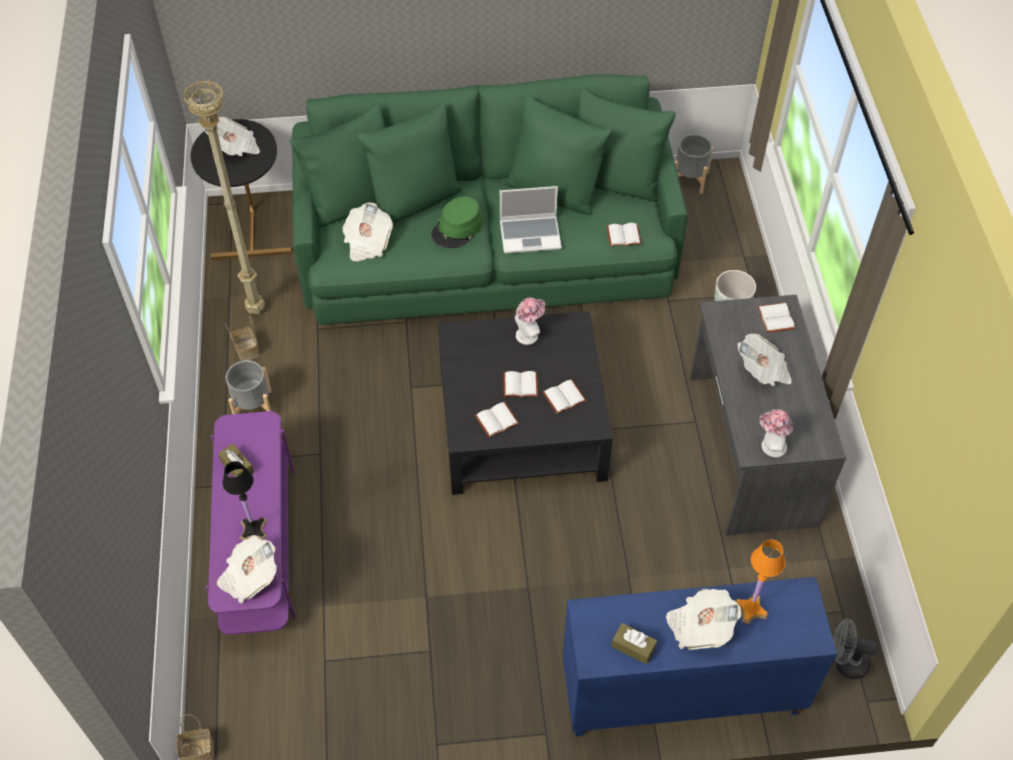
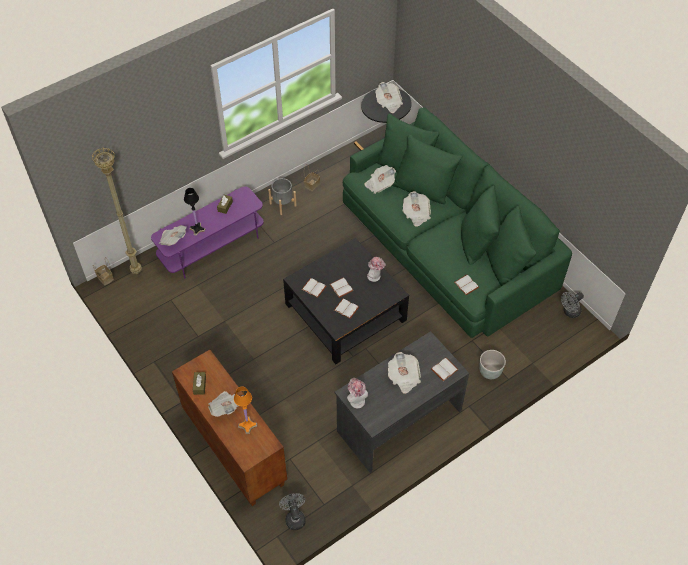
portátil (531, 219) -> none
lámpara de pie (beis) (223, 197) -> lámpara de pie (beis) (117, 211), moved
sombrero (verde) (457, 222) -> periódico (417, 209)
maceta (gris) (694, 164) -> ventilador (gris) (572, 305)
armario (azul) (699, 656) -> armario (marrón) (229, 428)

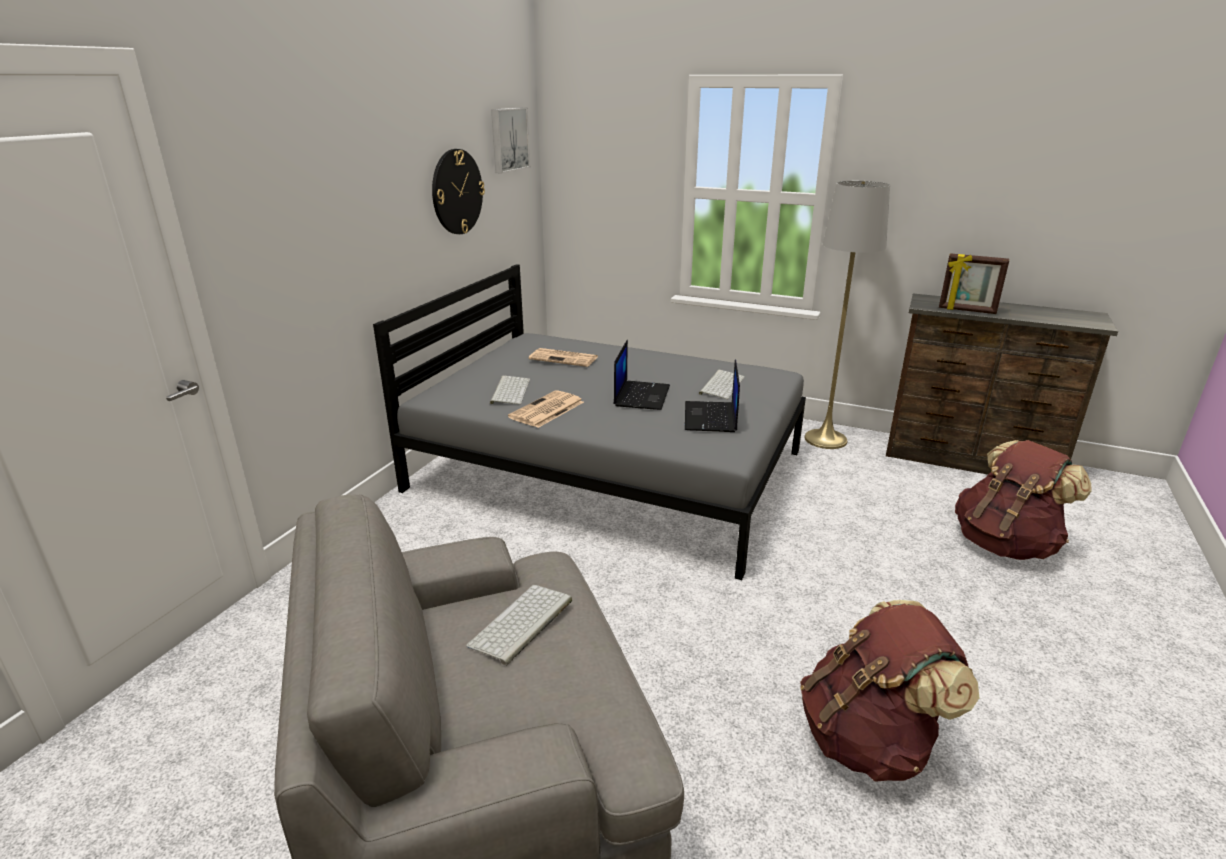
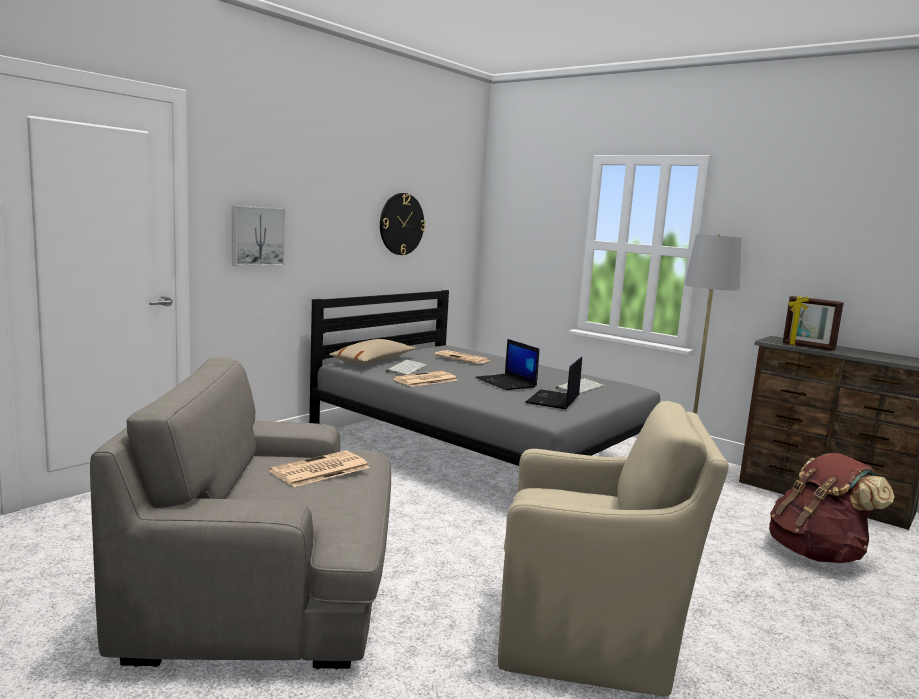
none -> cojín (beis) (372, 351)
cuadro (511, 140) -> cuadro (259, 236), moved
teclado (519, 625) -> periódico (319, 469)
mochila (marrón) (890, 690) -> sillón (beis) (613, 548)
portátil (642, 375) -> portátil (507, 364), 120 degrees clockwise

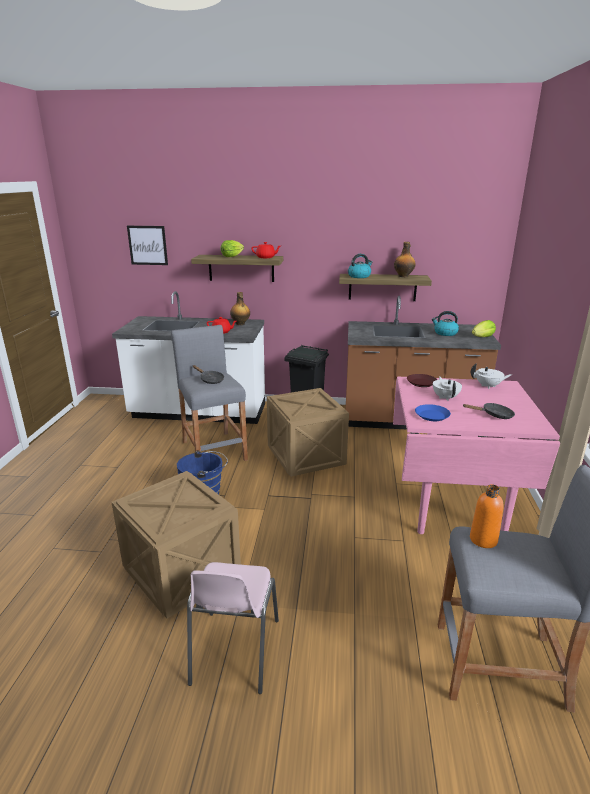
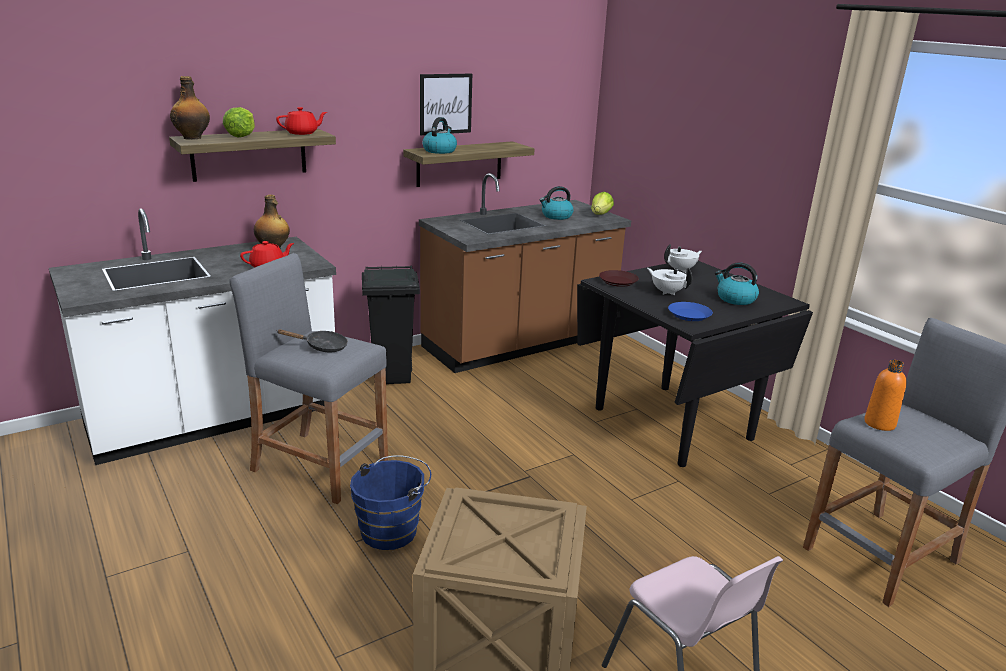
caja de embalaje (308, 432) -> none
cuadro (147, 245) -> cuadro (446, 104), moved
botella (405, 259) -> botella (190, 108), moved
sartén (negro) (489, 411) -> hervidor (737, 283)
mesa de comedor (rosa) (476, 455) -> mesa de comedor (negro) (695, 364)

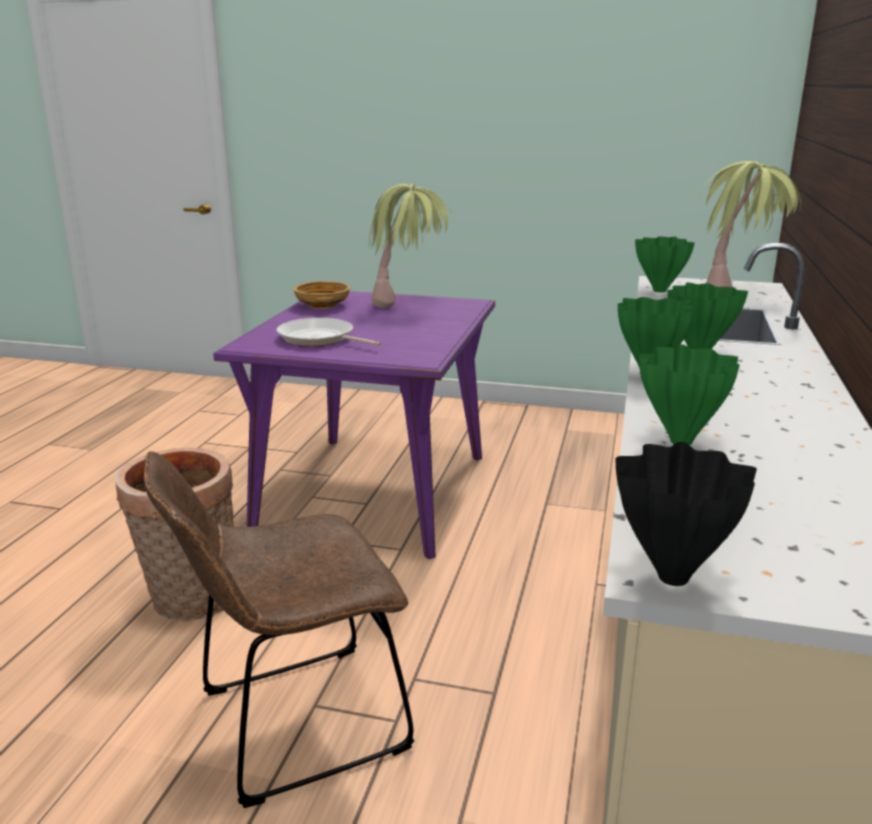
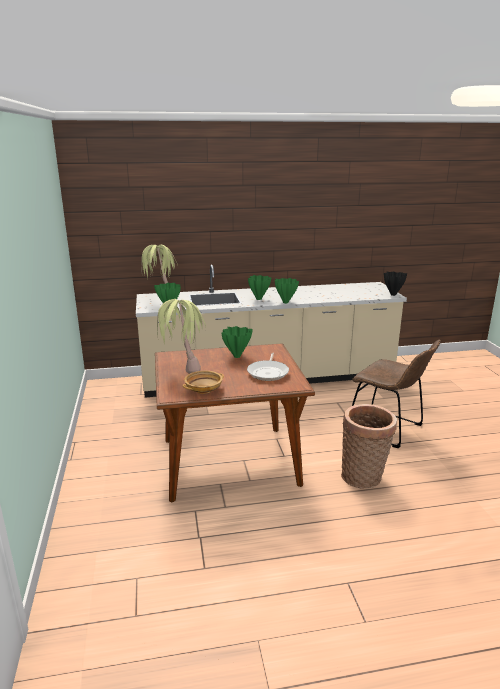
florero (verde) (689, 395) -> florero (verde) (237, 342), moved
mesa de comedor (morado) (354, 425) -> mesa de comedor (marrón) (235, 422)

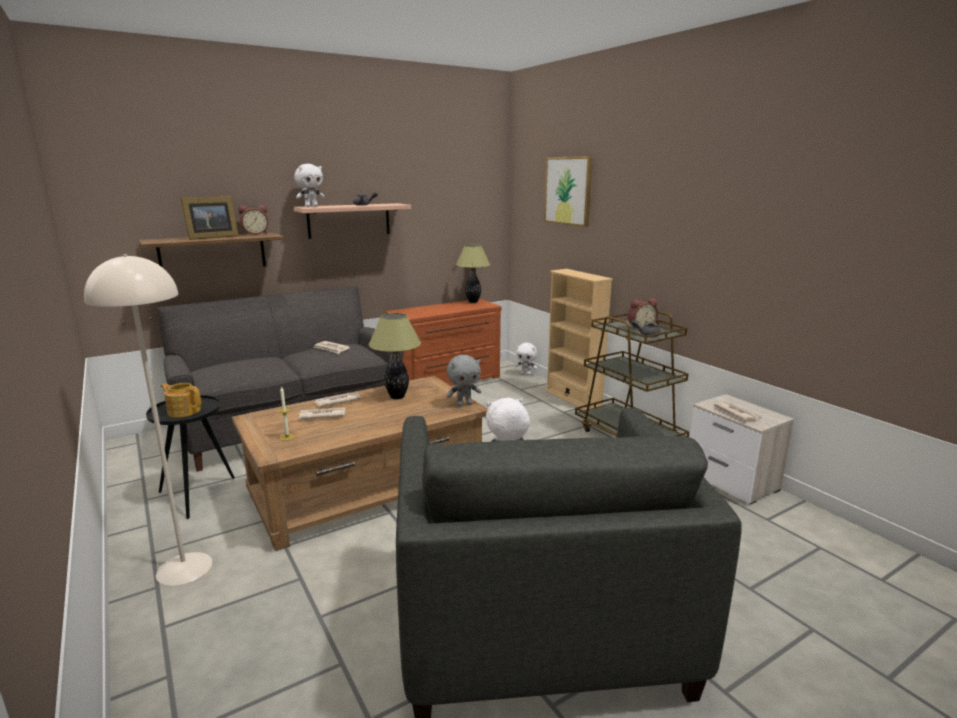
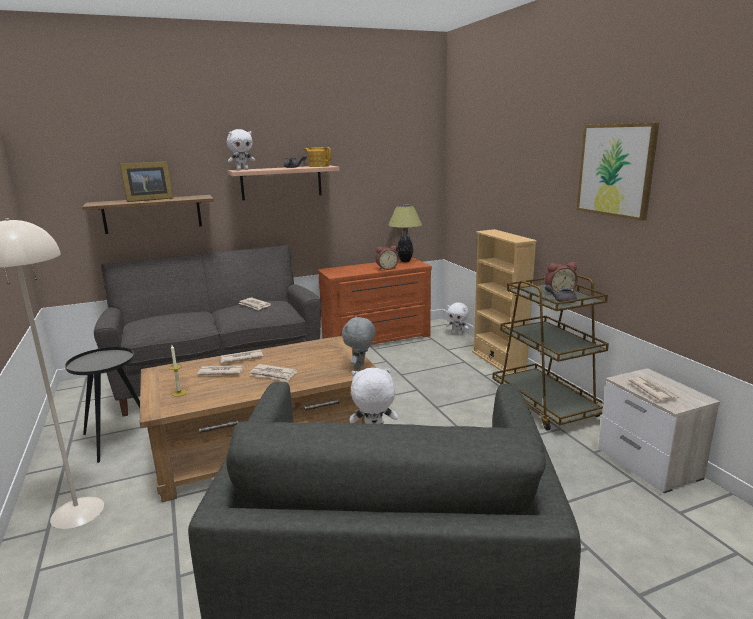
lámpara de mesa (395, 356) -> none
none -> periódico (273, 373)
tetera (181, 400) -> tetera (317, 157), moved
despertador (253, 220) -> despertador (387, 257), moved
cuadro (568, 191) -> cuadro (618, 172), moved
peluche (gris) (463, 381) -> peluche (gris) (359, 343), 120 degrees clockwise

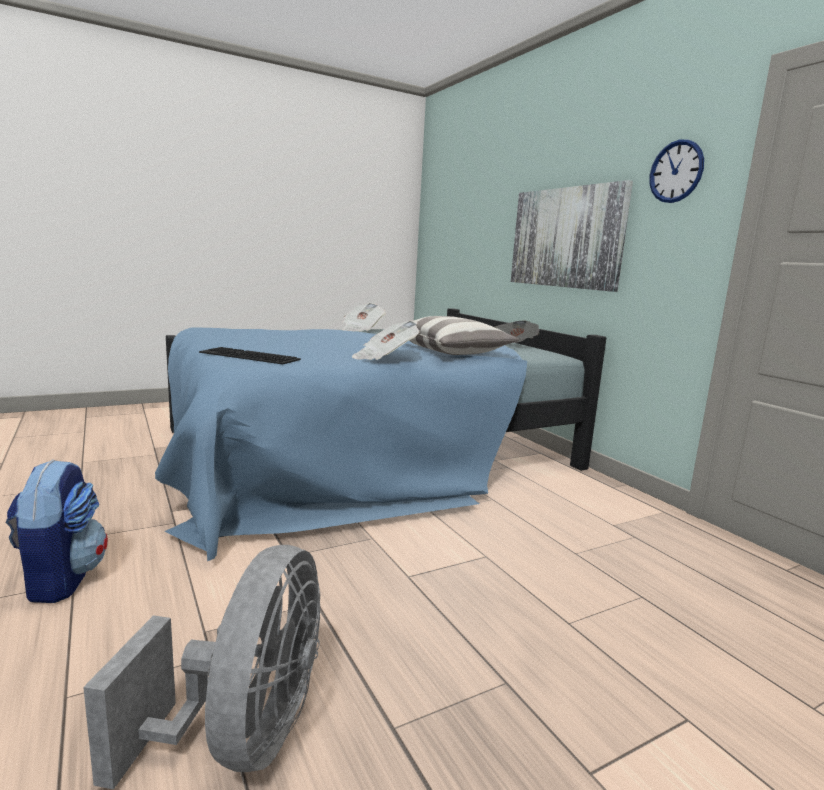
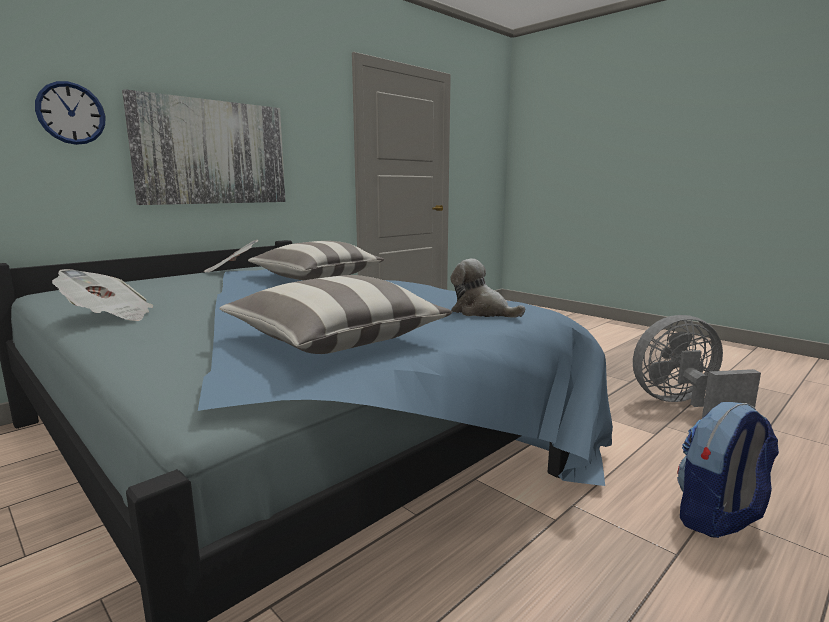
periódico (386, 340) -> none
none -> cojín (336, 314)
reloj de pared (676, 171) -> reloj de pared (70, 113), moved
teclado (250, 355) -> peluche (487, 288)

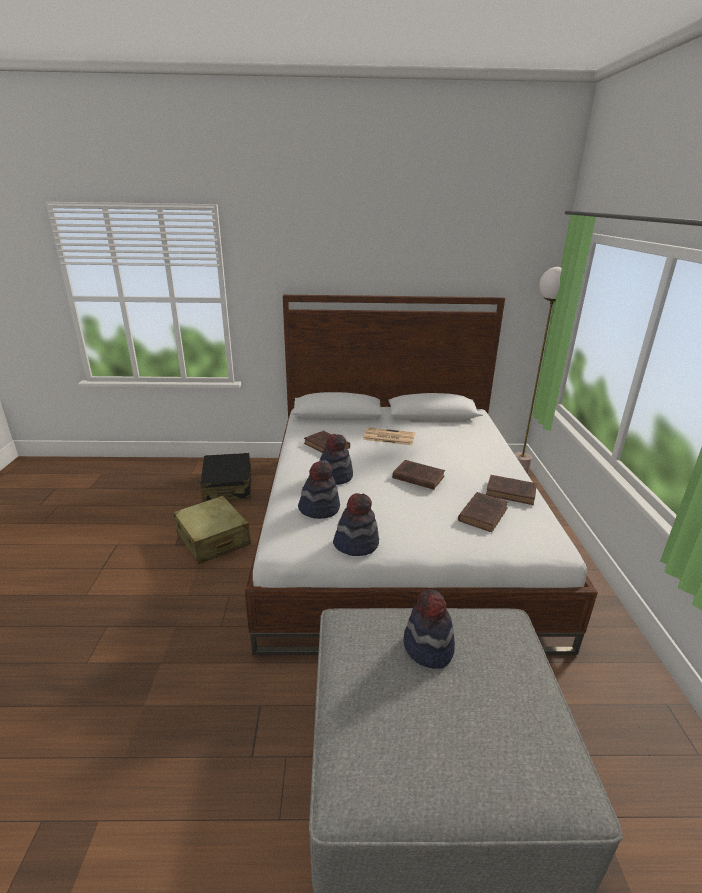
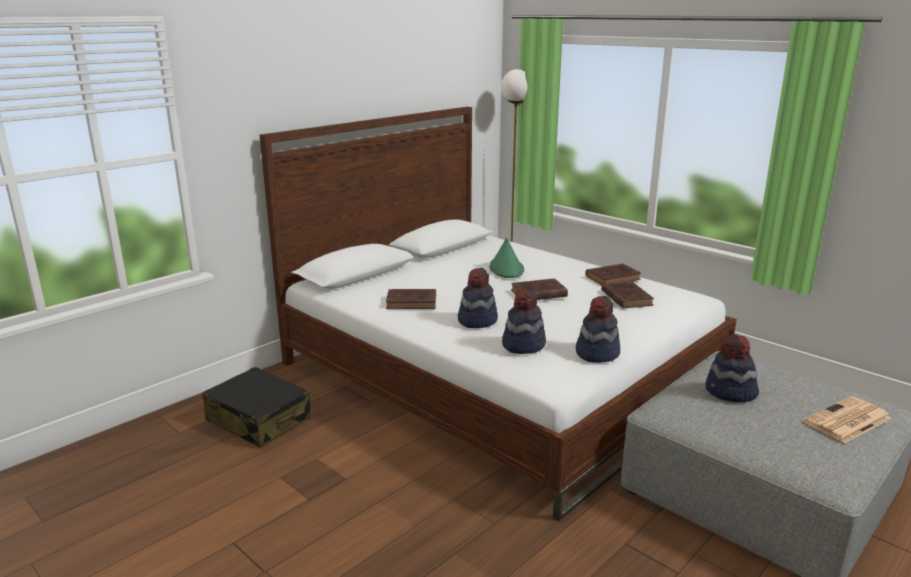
maleta (beis) (212, 530) -> none
none -> sombrero (verde) (506, 258)
periódico (389, 436) -> periódico (847, 419), moved

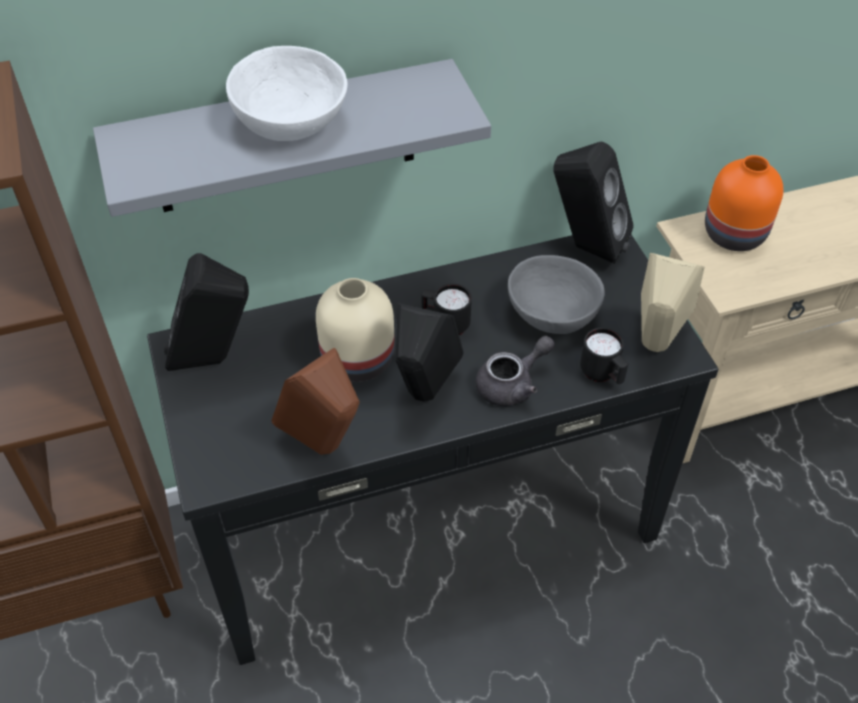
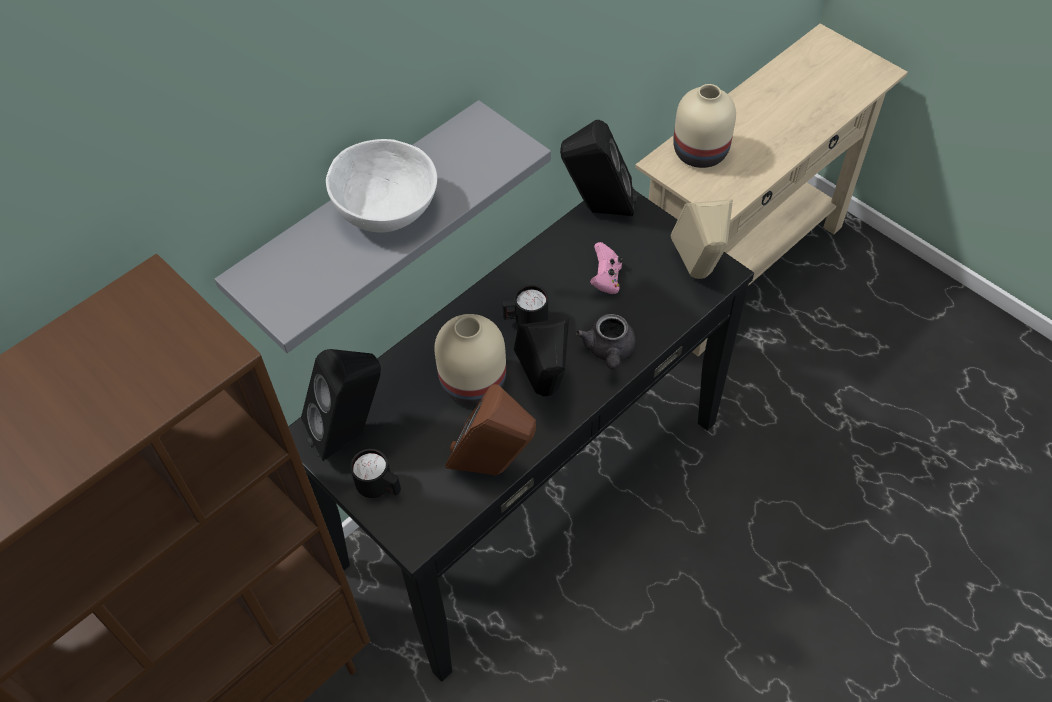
taza grande (negro) (604, 356) -> taza grande (negro) (375, 473), moved
cuenco (gris) (556, 294) -> mando de consola (rosa) (606, 268)
florero (naranja) (744, 203) -> florero (beis) (704, 126)
tetera (gris) (515, 371) -> tetera (gris) (606, 342), 150 degrees clockwise

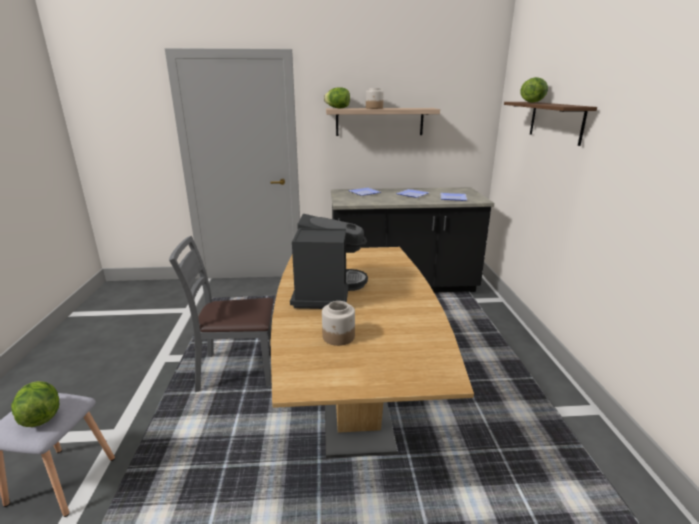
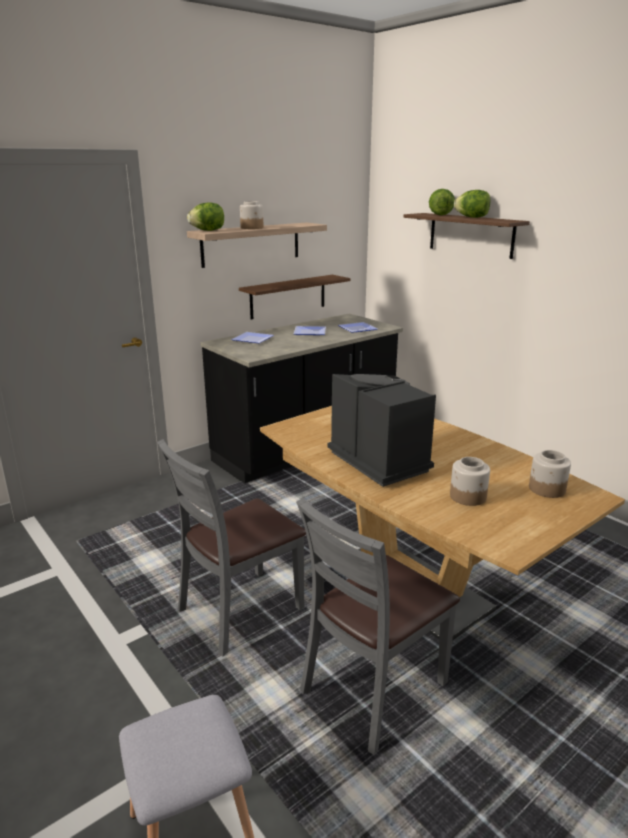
none -> estante (marrón) (295, 297)
none -> silla (gris) (378, 626)
none -> tarro (550, 474)
lechuga (35, 404) -> lechuga (472, 204), moved

